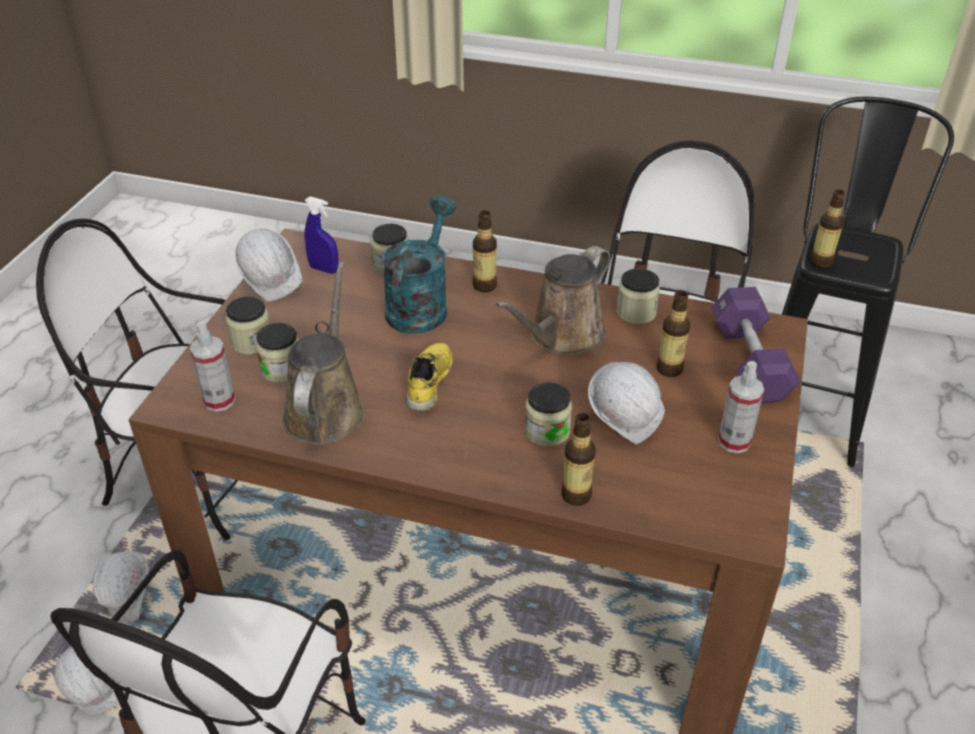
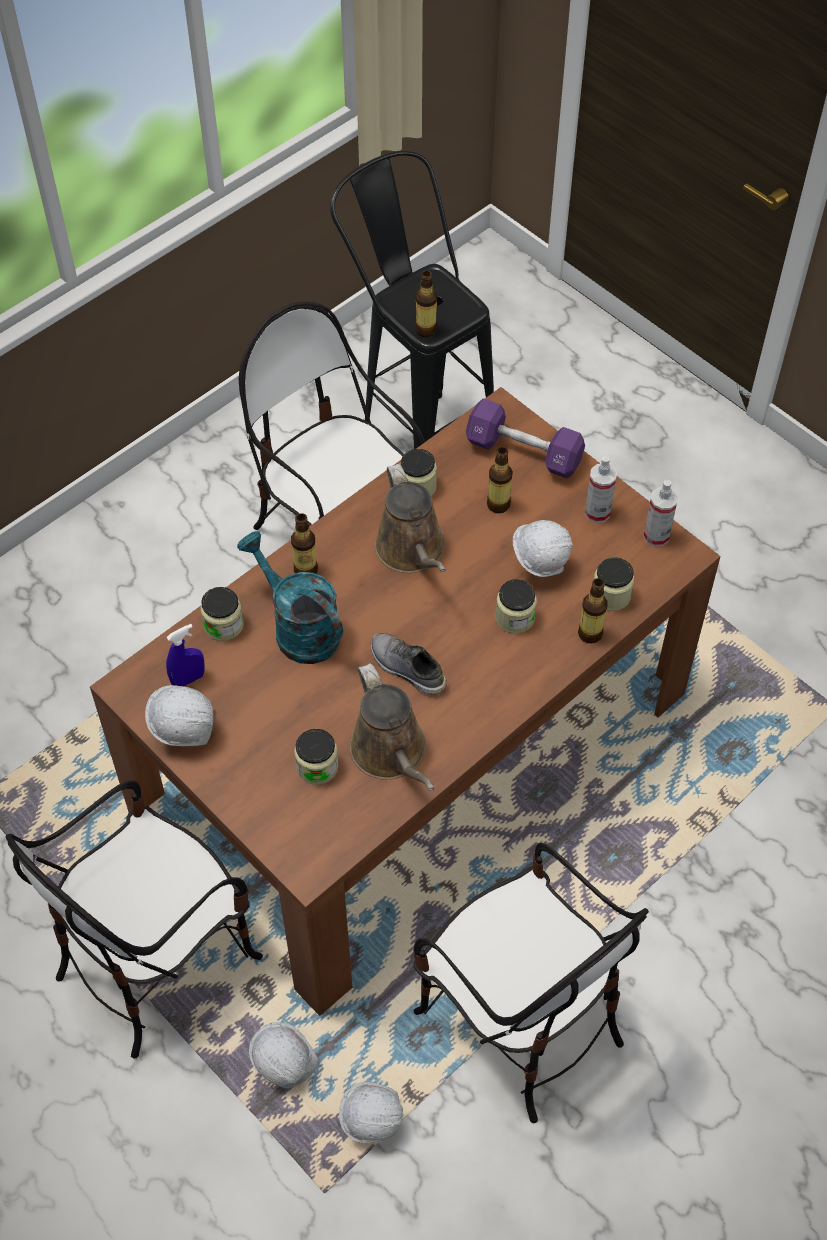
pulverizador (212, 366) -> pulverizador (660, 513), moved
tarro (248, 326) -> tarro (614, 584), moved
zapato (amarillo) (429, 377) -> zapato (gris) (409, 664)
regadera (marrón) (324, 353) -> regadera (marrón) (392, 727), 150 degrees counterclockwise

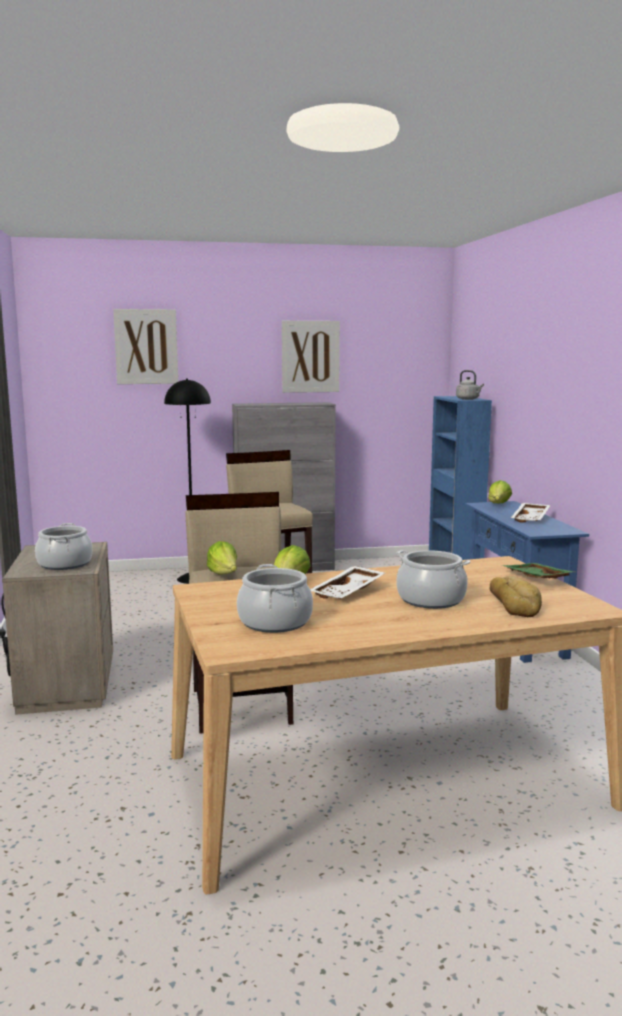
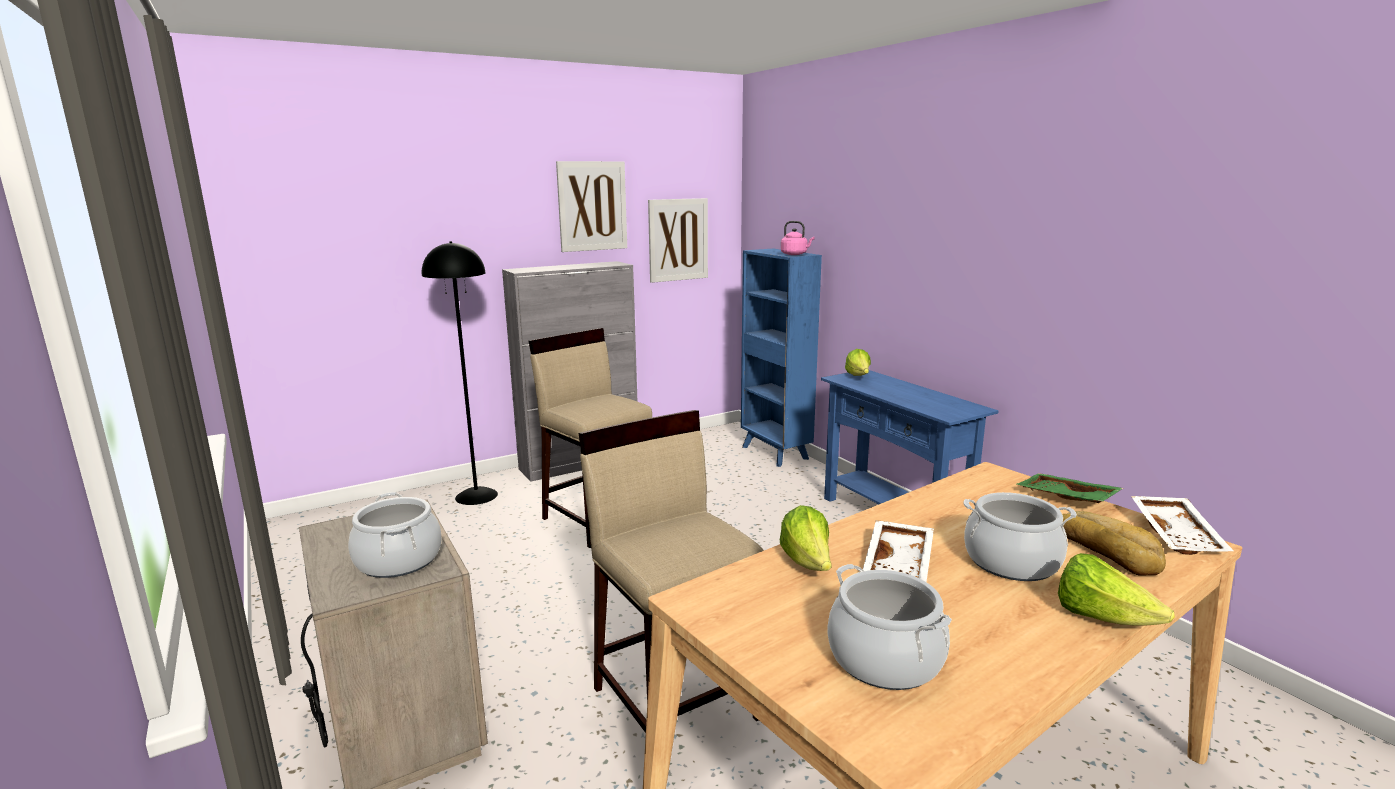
cuadro (145, 346) -> cuadro (678, 240), moved
lechuga (222, 558) -> lechuga (1116, 589), moved
bandeja (blanco) (531, 513) -> bandeja (blanco) (1182, 525), moved
hervidor (gris) (470, 385) -> hervidor (rosa) (798, 238)

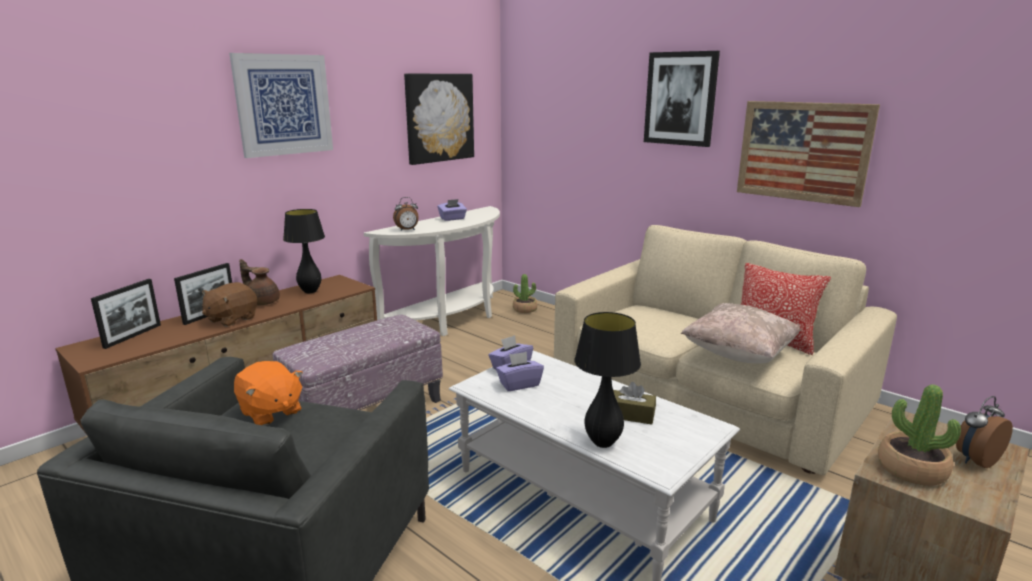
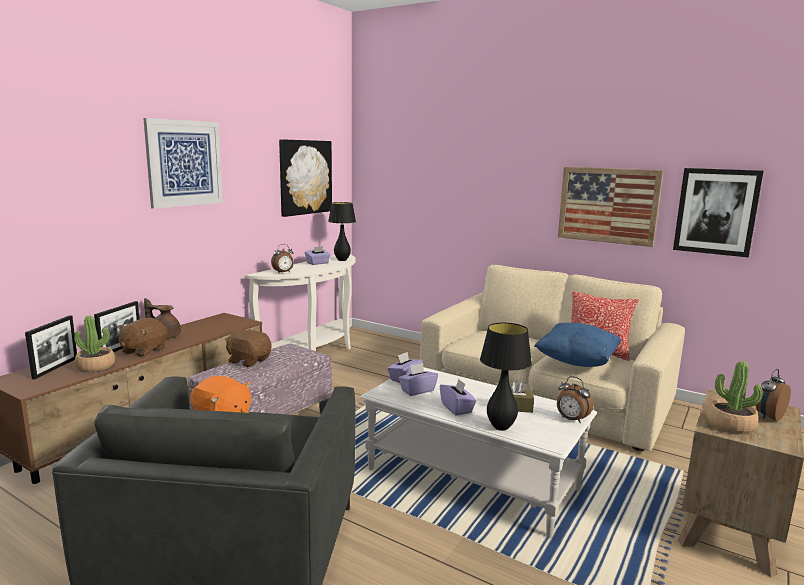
none -> peluche (marrón) (248, 348)
none -> caja de pañuelos (morado) (458, 397)
none -> despertador (575, 399)
lámpara de mesa (negro) (304, 251) -> lámpara de mesa (negro) (342, 231), moved
planta en maceta (525, 293) -> planta en maceta (94, 344), moved
cuadro (682, 99) -> cuadro (718, 212), moved
cojín (beis) (741, 333) -> cojín (azul) (577, 345)

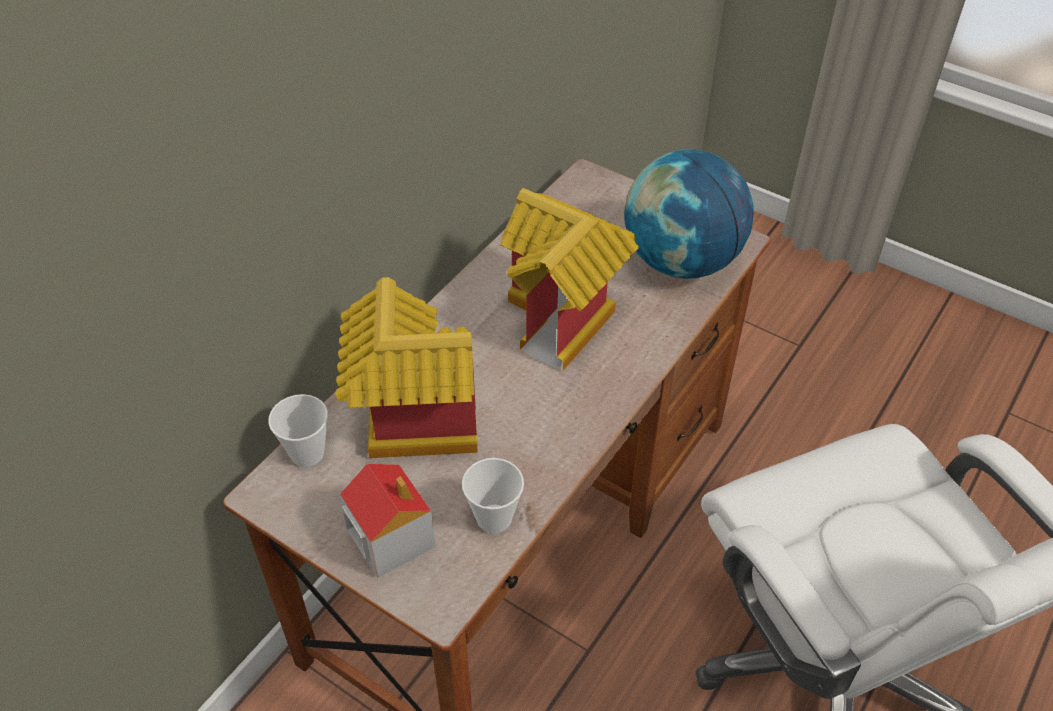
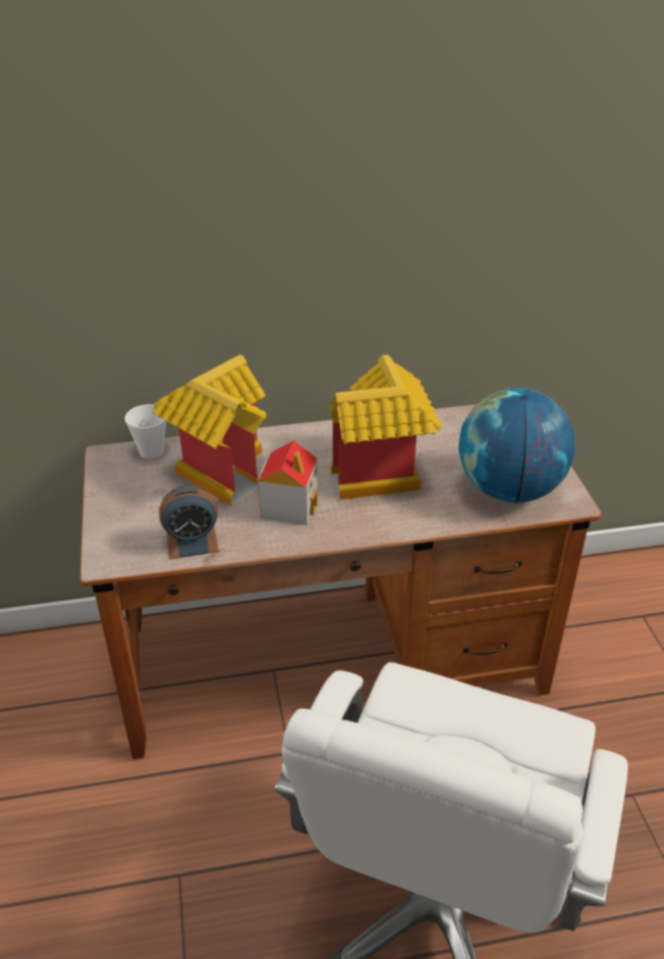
casita (388, 521) -> casita (288, 482), moved
taza (493, 495) -> despertador (189, 522)

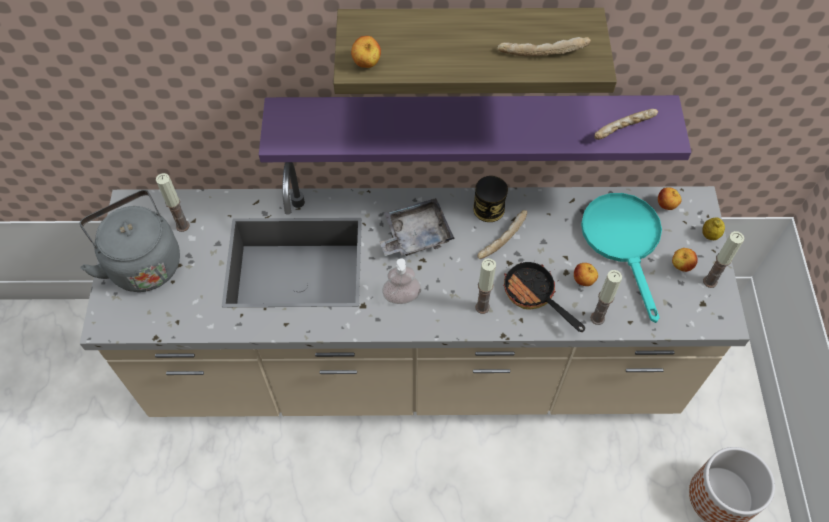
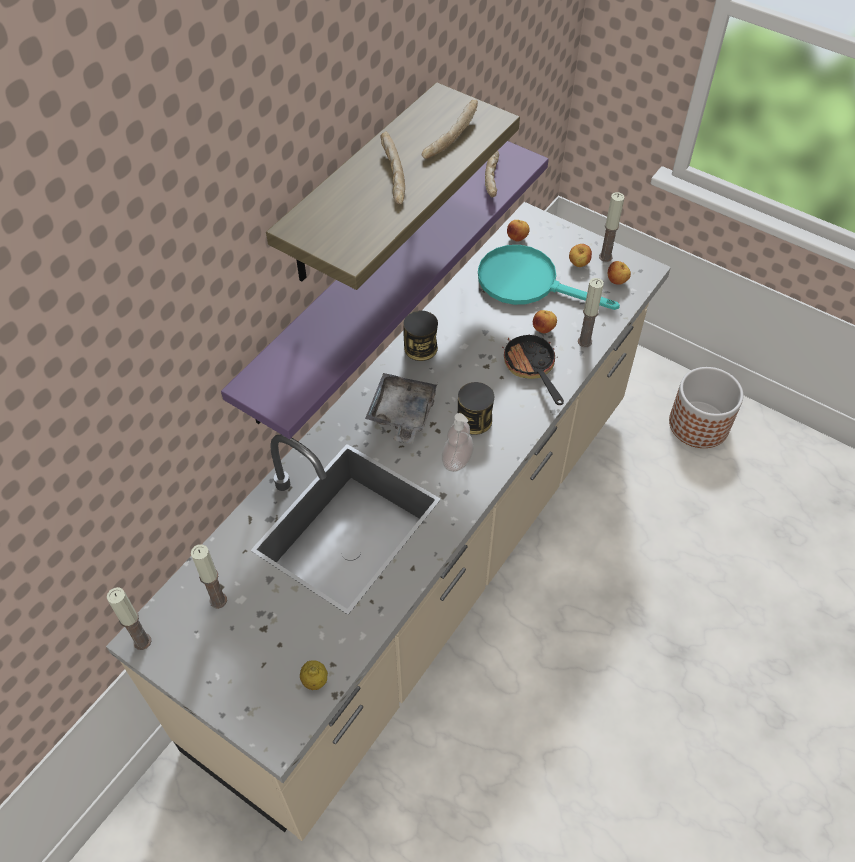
hervidor (gris) (129, 241) -> none
none -> lata (475, 408)
manzana (366, 52) -> manzana (619, 273), moved
vela (485, 286) -> vela (129, 618), moved
pan (502, 234) -> pan (393, 167), moved
limón (713, 229) -> limón (314, 675), moved
sartén (544, 297) -> sartén (533, 369), 75 degrees clockwise

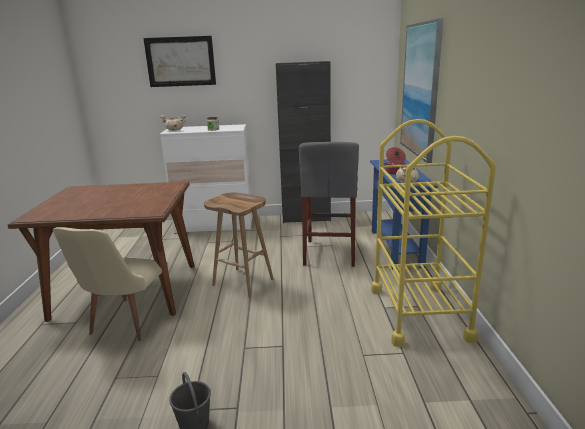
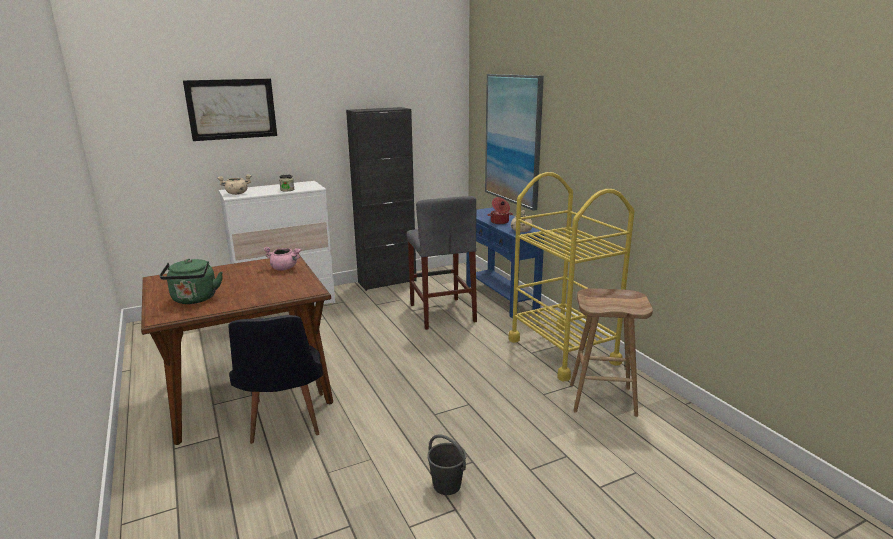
none -> hervidor (verde) (191, 281)
none -> olla (rosa) (282, 259)
taburete (marrón) (239, 245) -> taburete (marrón) (611, 352), moved
silla (beis) (110, 284) -> silla (negro) (275, 379)

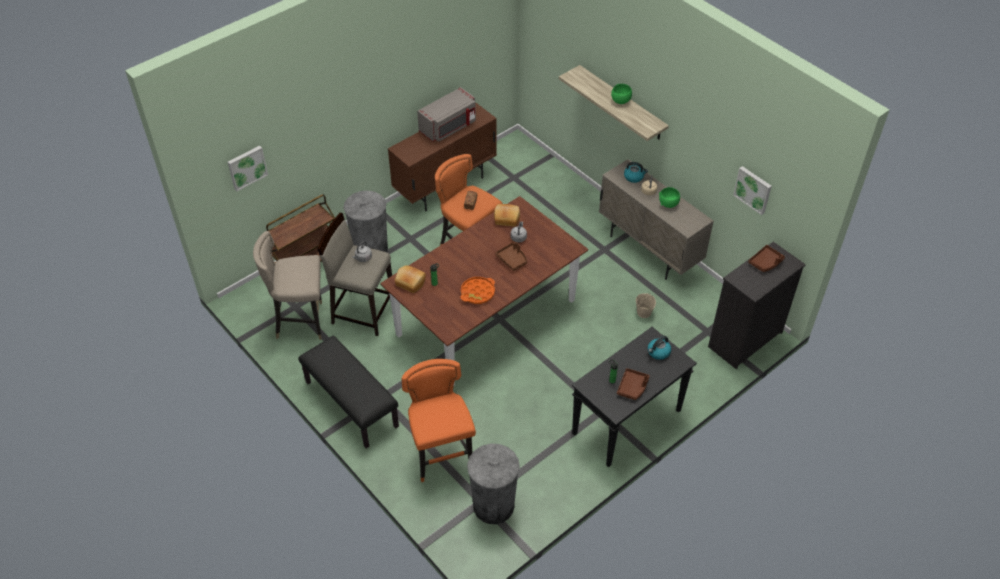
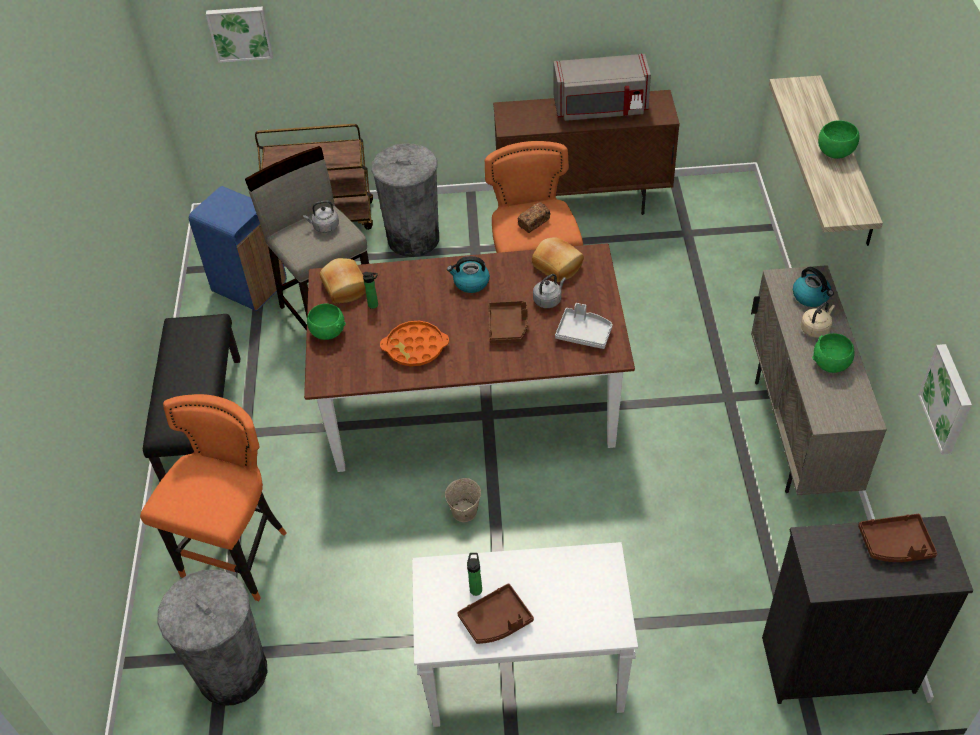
none -> cuenco (verde) (326, 322)
none -> bandeja (gris) (584, 326)
cubo (beis) (646, 305) -> cubo (beis) (463, 500), moved
hervidor (659, 348) -> hervidor (468, 274), moved
taburete (beis) (287, 285) -> papelera (azul) (238, 248)
mesa consola (negro) (634, 397) -> mesa consola (blanco) (525, 634)

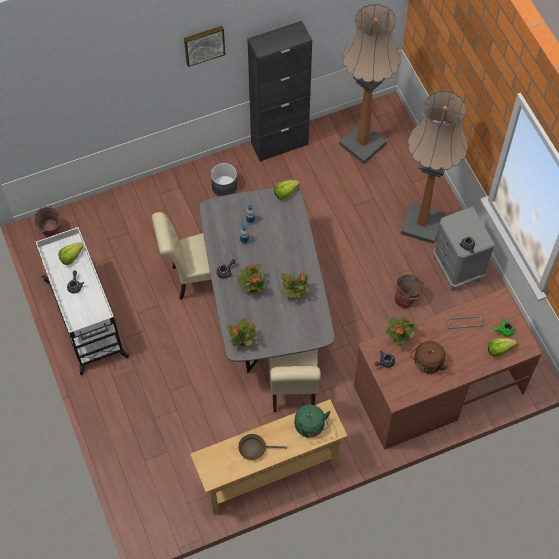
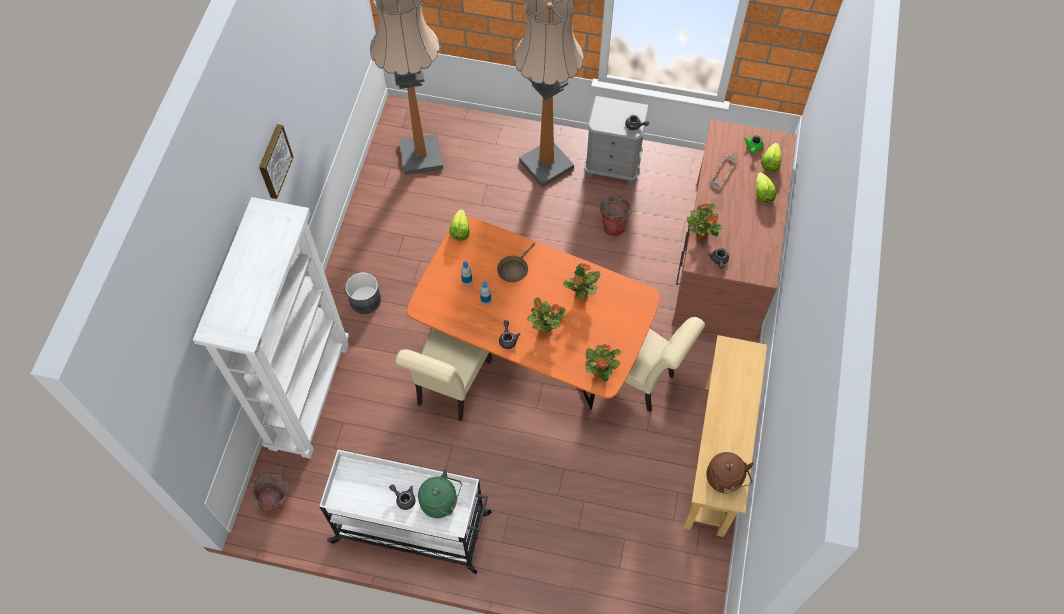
armario (negro) (279, 91) -> none
none -> estantería (blanco) (271, 328)
lechuga (70, 254) -> lechuga (765, 187), moved
sartén (marrón) (262, 447) -> sartén (marrón) (516, 262), moved
hervidor (verde) (313, 421) -> hervidor (verde) (440, 493), moved
hervidor (marrón) (429, 357) -> hervidor (marrón) (730, 472), moved
mesa de comedor (gris) (267, 280) -> mesa de comedor (naranja) (533, 312)

